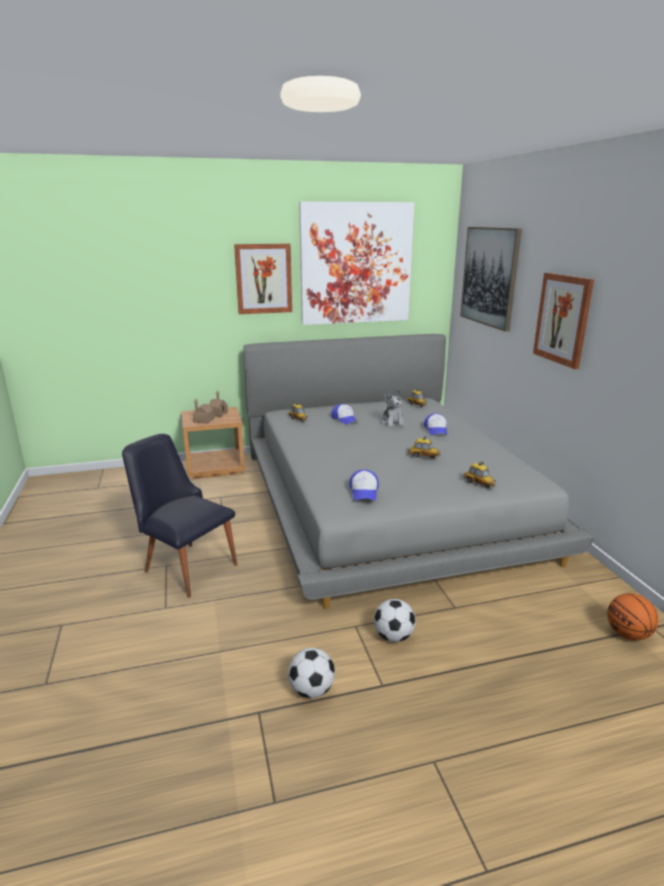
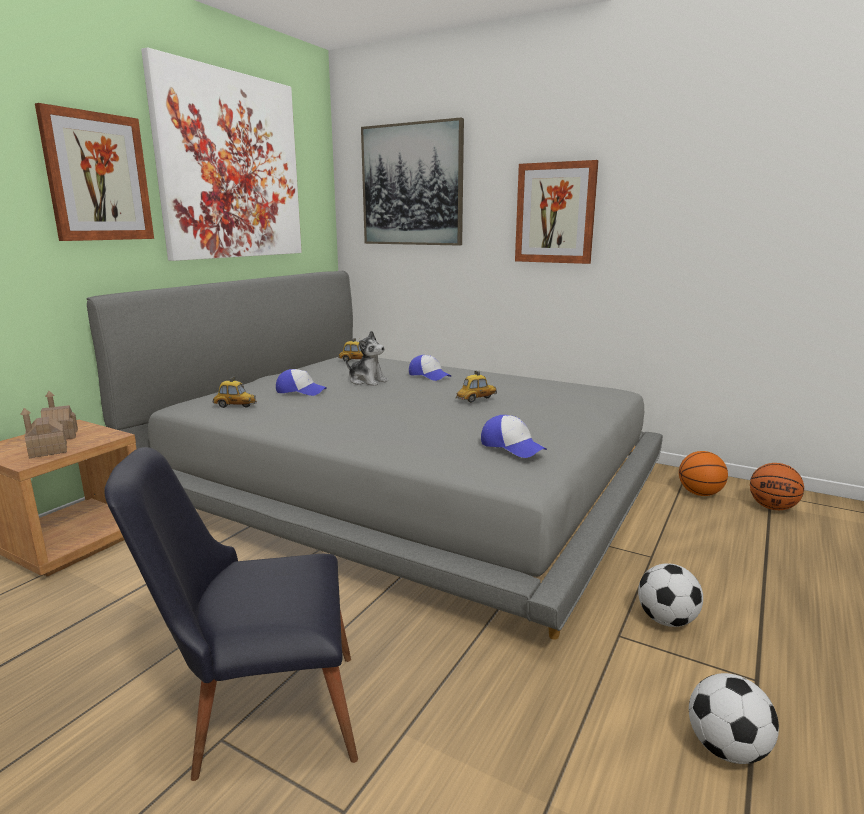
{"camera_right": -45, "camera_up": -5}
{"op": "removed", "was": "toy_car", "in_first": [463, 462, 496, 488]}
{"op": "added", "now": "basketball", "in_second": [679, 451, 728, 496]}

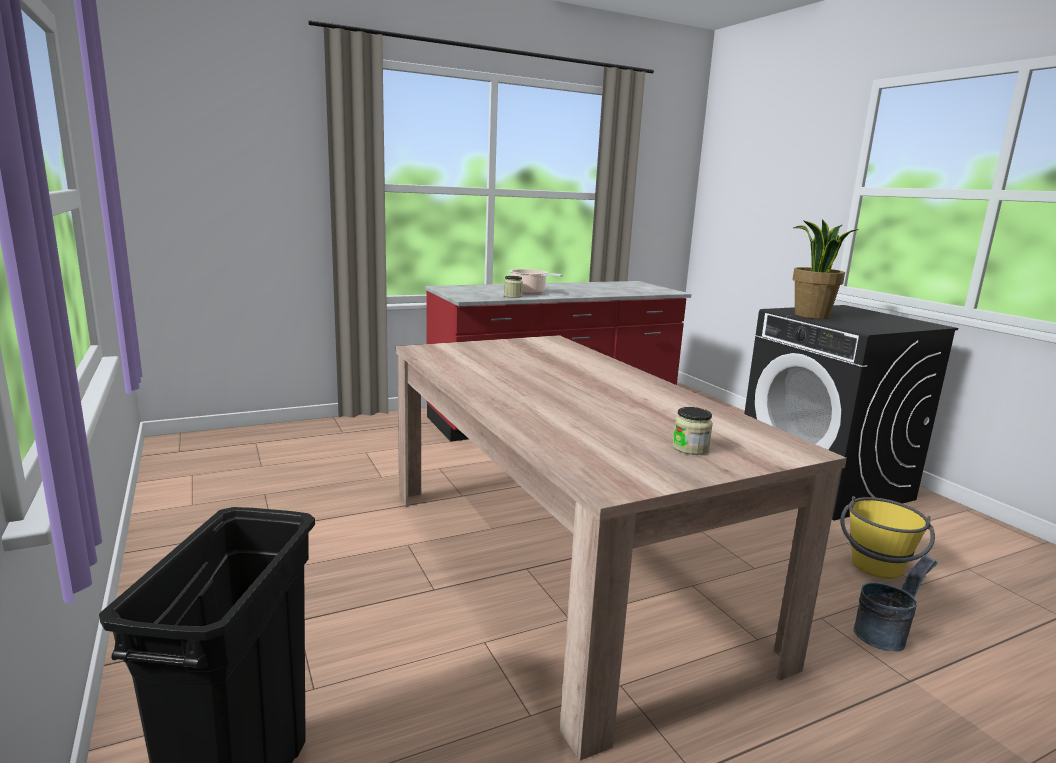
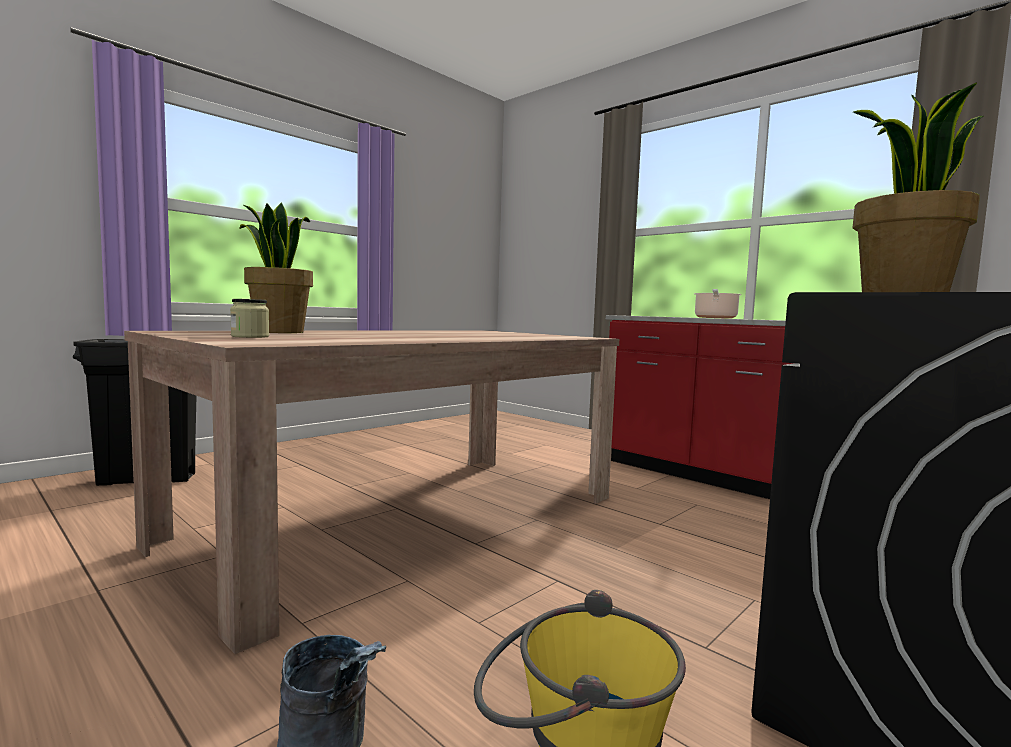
{"camera_right": 70, "camera_up": -10}
{"op": "removed", "was": "jar", "in_first": [504, 276, 523, 298]}
{"op": "added", "now": "potted_plant", "in_second": [239, 203, 313, 333]}

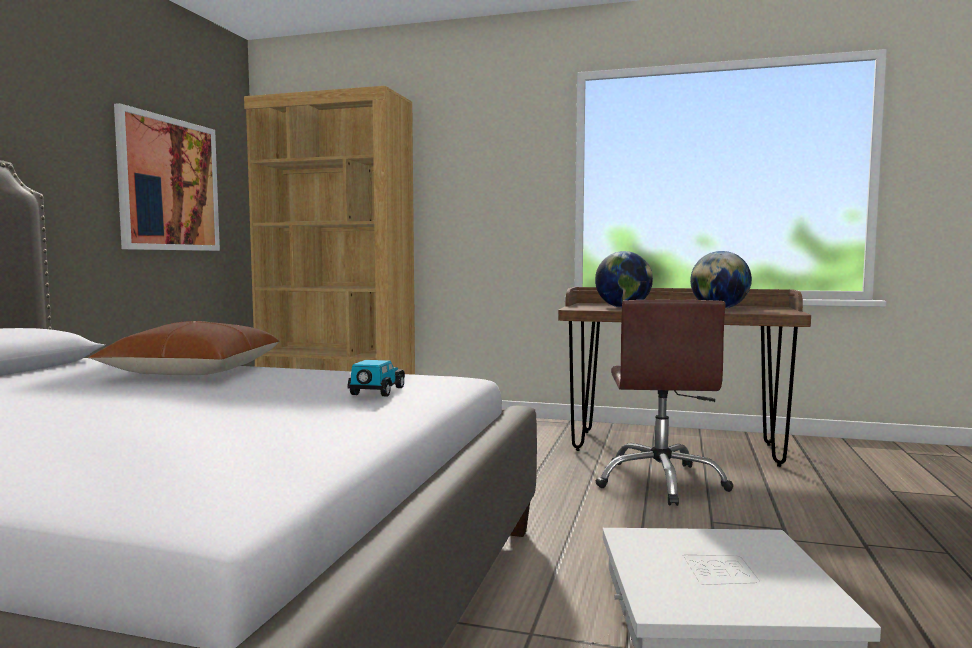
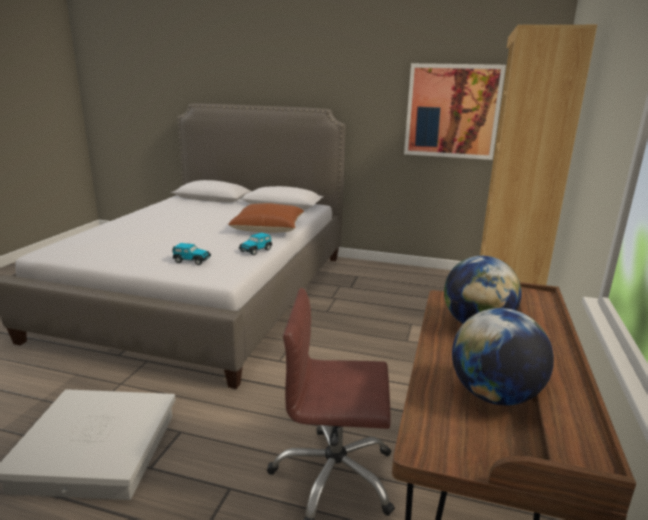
{"camera_right": 90, "camera_up": 15}
{"op": "added", "now": "toy_car", "in_second": [239, 233, 272, 255]}

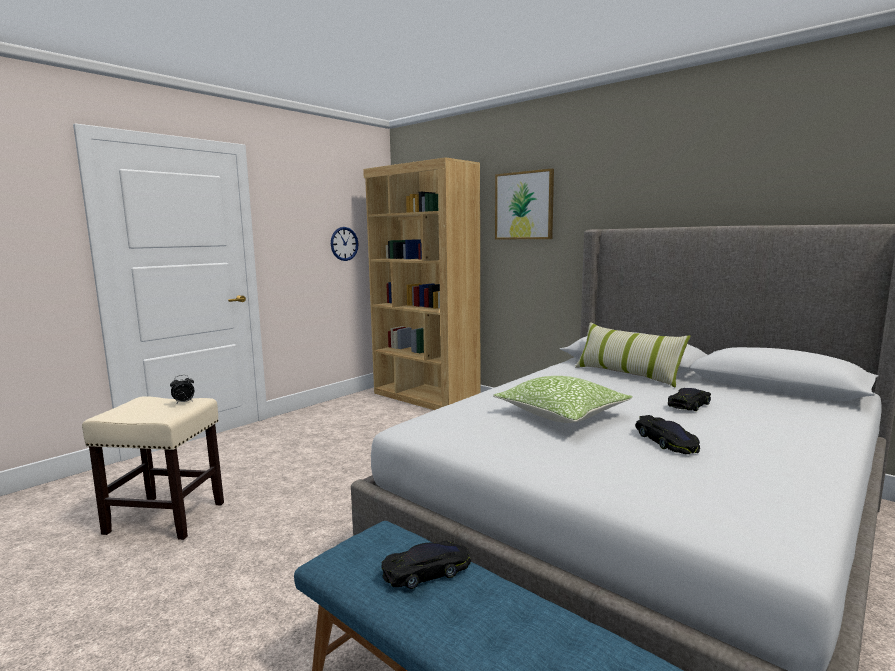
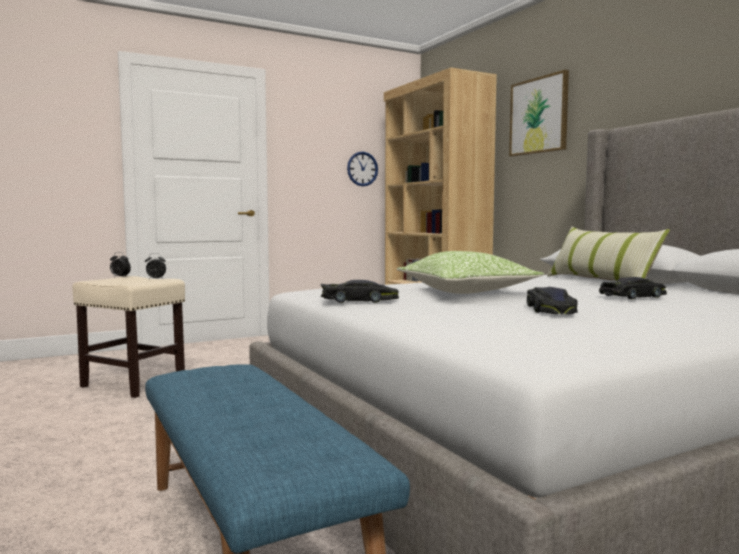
{"camera_right": 20, "camera_up": -5}
{"op": "moved", "was": "black_toy_car", "in_first": [381, 541, 471, 589], "in_second": [321, 280, 399, 303]}
{"op": "added", "now": "alarm_clock", "in_second": [110, 252, 131, 277]}

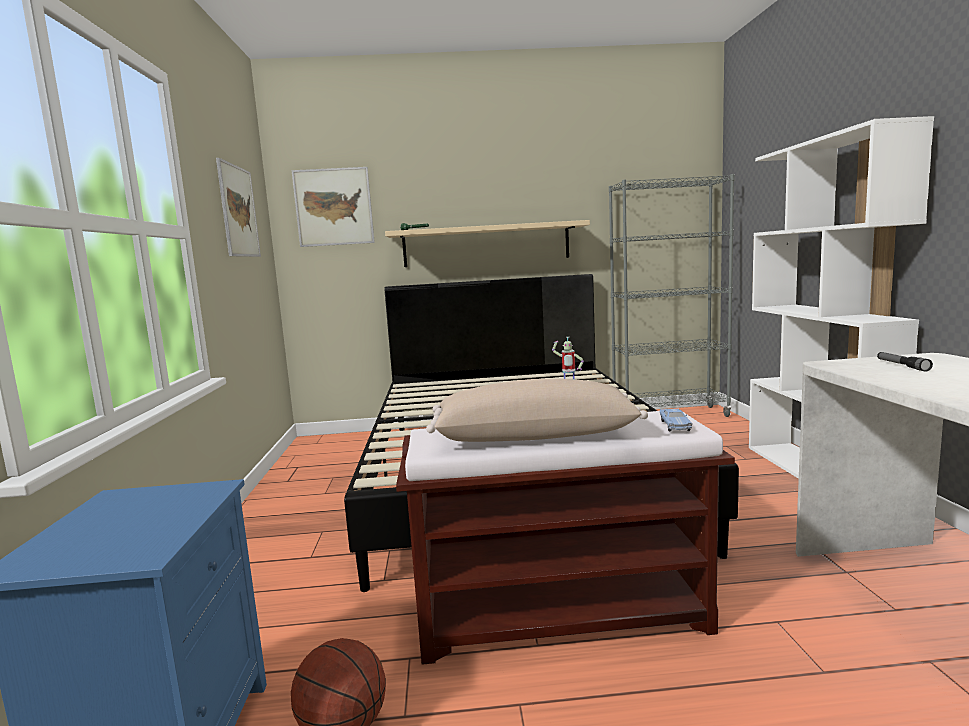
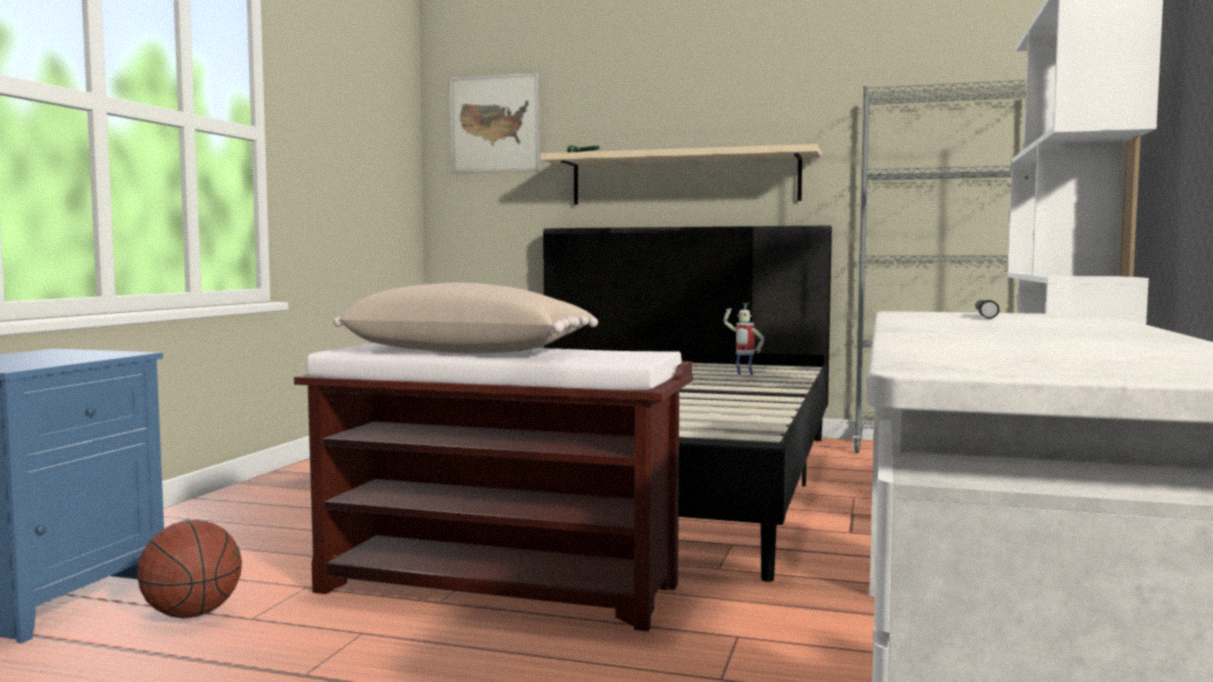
{"camera_right": 20, "camera_up": -5}
{"op": "removed", "was": "picture", "in_first": [216, 158, 261, 257]}
{"op": "removed", "was": "blue_toy_car", "in_first": [660, 409, 692, 431]}

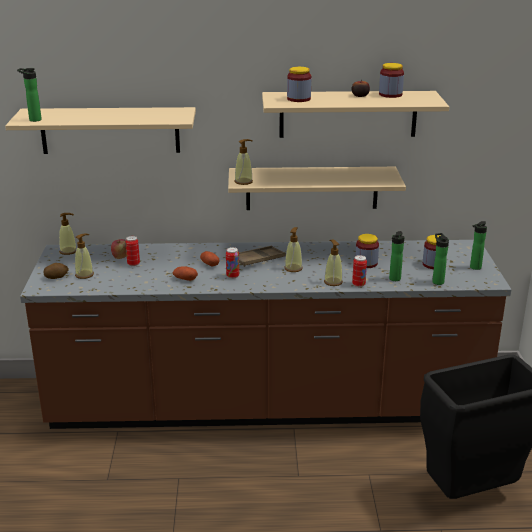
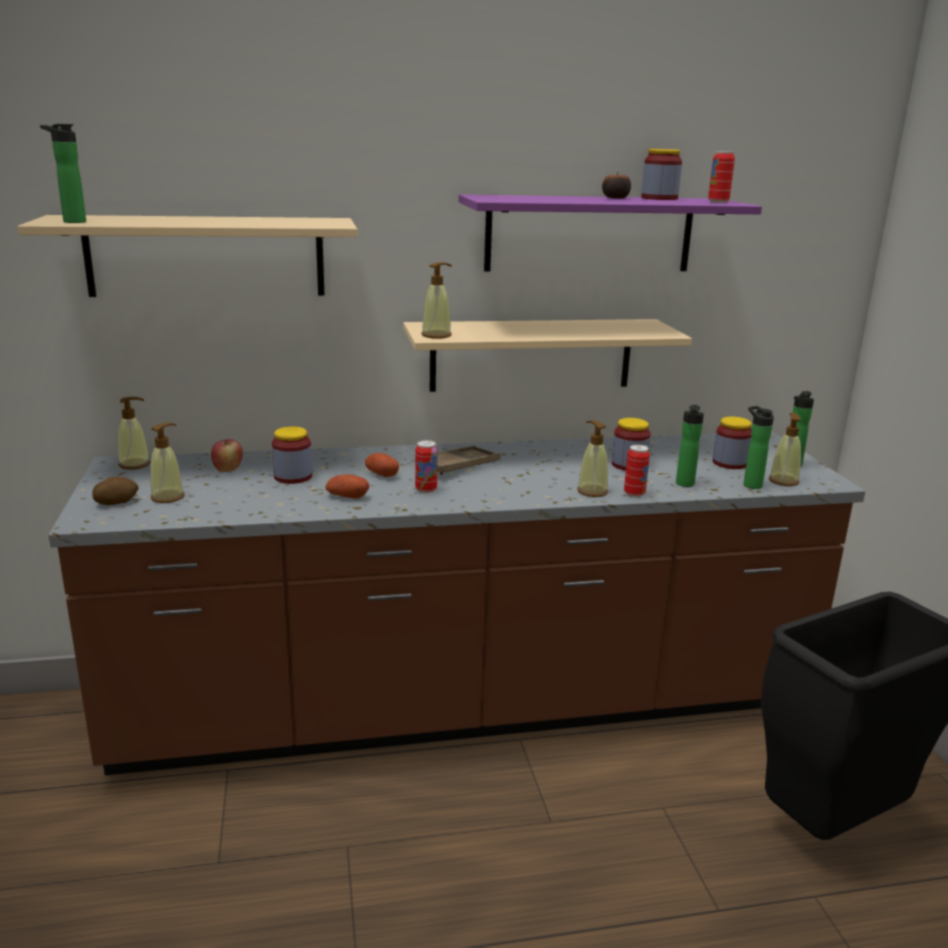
{"camera_right": -10, "camera_up": -5}
{"op": "moved", "was": "can", "in_first": [125, 236, 140, 266], "in_second": [708, 151, 735, 203]}
{"op": "recoloured", "was": "beige_shelf", "now": "purple_shelf", "in_first": [262, 91, 449, 138], "in_second": [459, 194, 762, 271]}
{"op": "moved", "was": "soap_dispenser", "in_first": [284, 227, 303, 272], "in_second": [769, 413, 801, 486]}
{"op": "moved", "was": "jar", "in_first": [287, 67, 311, 102], "in_second": [272, 427, 312, 484]}

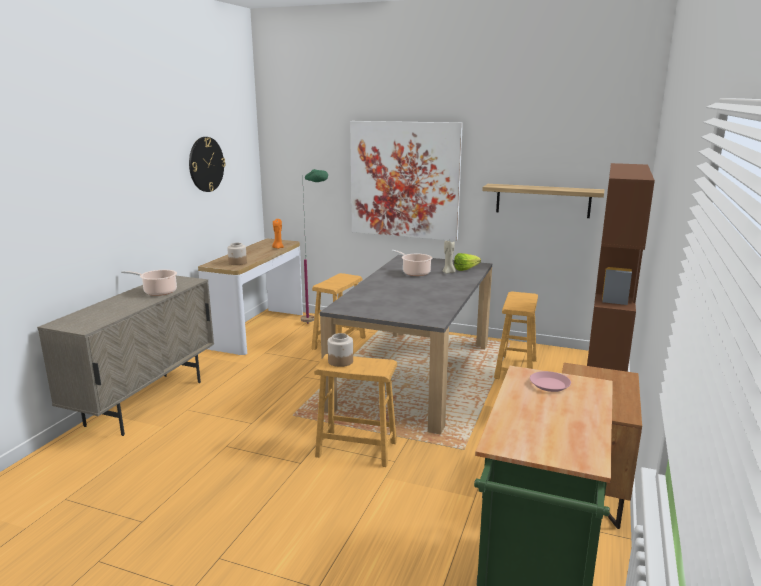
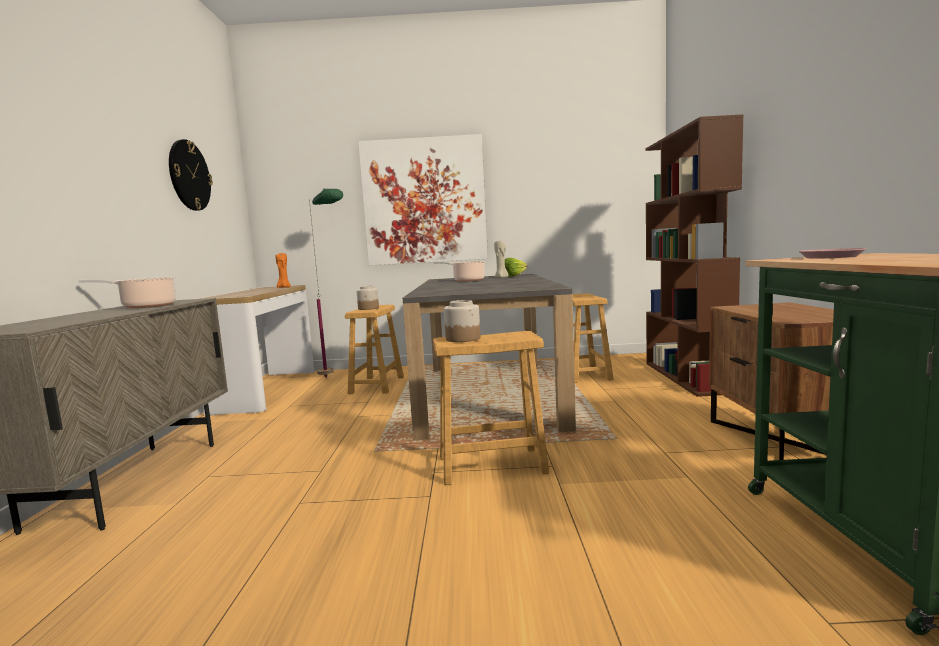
{"camera_right": -20, "camera_up": -10}
{"op": "moved", "was": "jar", "in_first": [227, 243, 247, 265], "in_second": [356, 286, 379, 310]}
{"op": "removed", "was": "shelf", "in_first": [482, 184, 605, 218]}

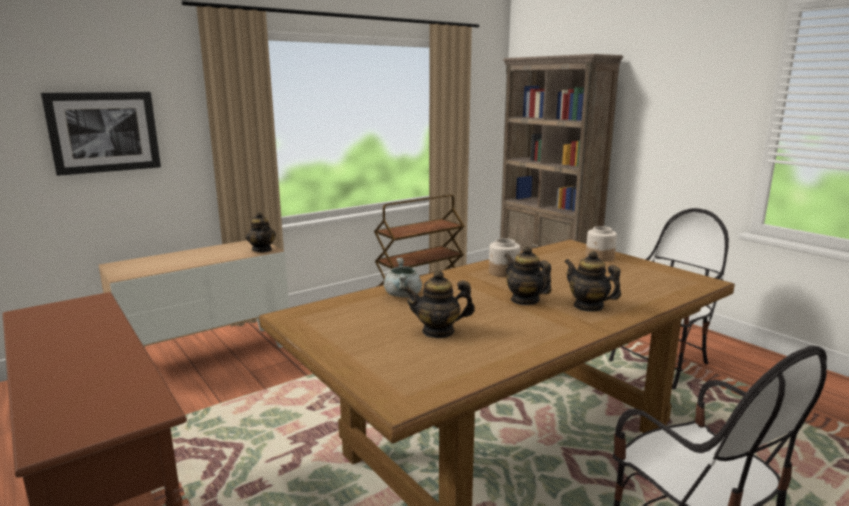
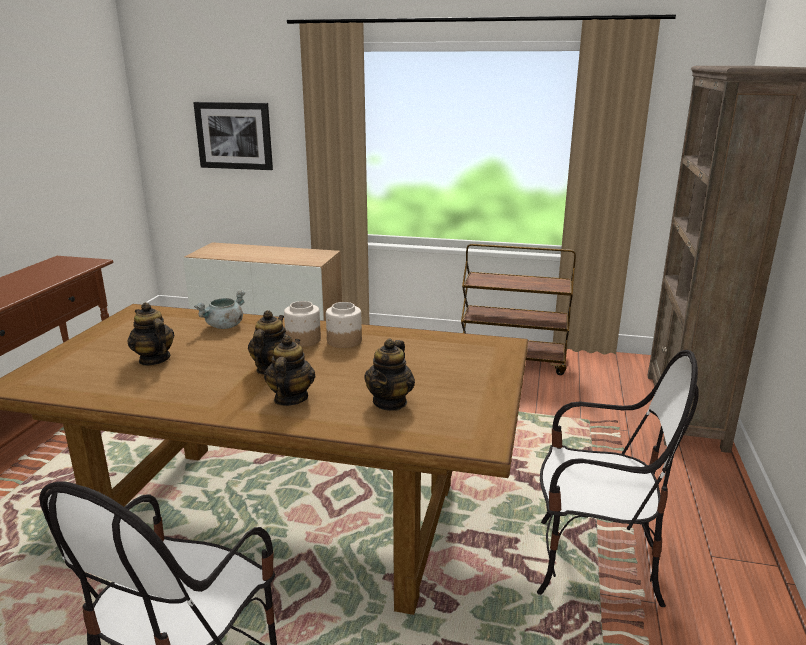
{"camera_right": 50, "camera_up": 5}
{"op": "moved", "was": "teapot", "in_first": [246, 212, 276, 252], "in_second": [364, 339, 415, 411]}
{"op": "moved", "was": "jar", "in_first": [586, 226, 617, 262], "in_second": [284, 301, 321, 347]}

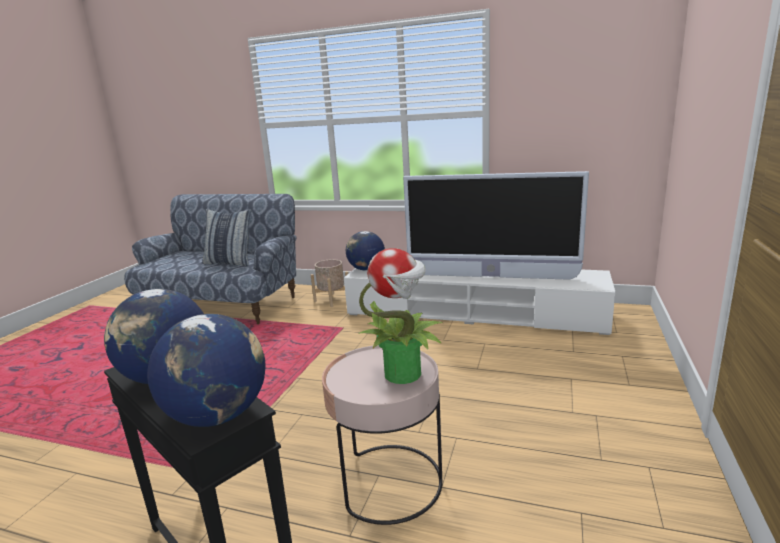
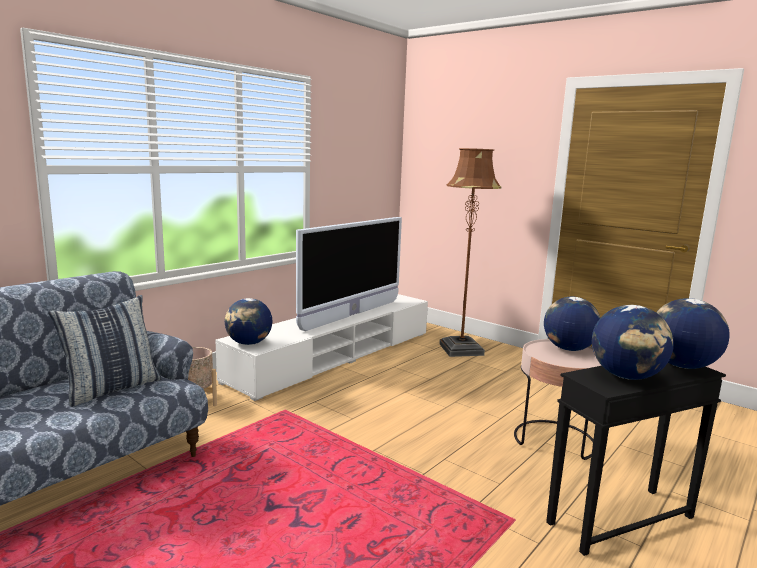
{"camera_right": -70, "camera_up": -5}
{"op": "replaced", "was": "potted_plant", "now": "globe", "in_first": [359, 248, 443, 384], "in_second": [544, 297, 600, 351]}
{"op": "added", "now": "brown_floor_lamp", "in_second": [439, 148, 501, 357]}

